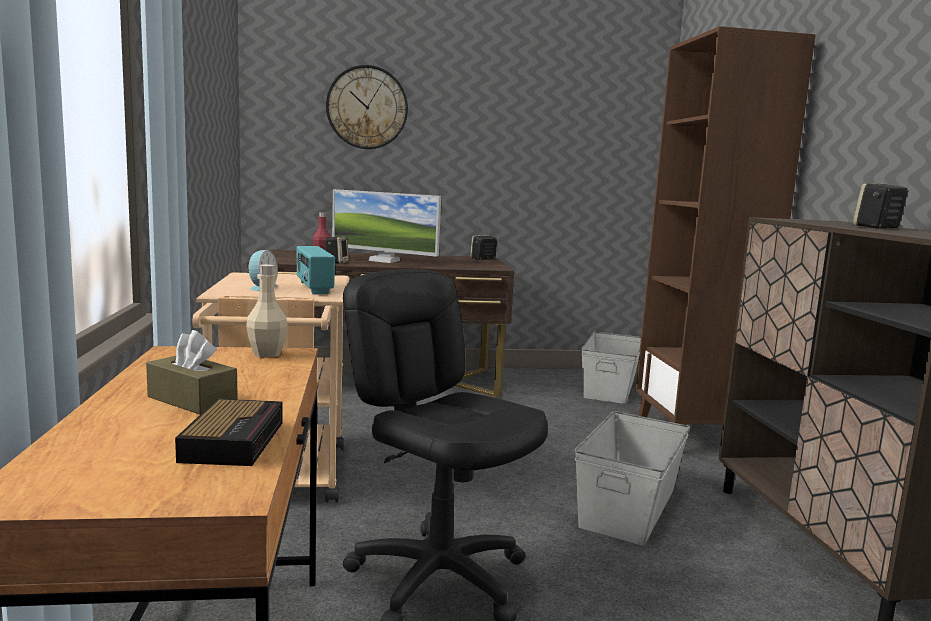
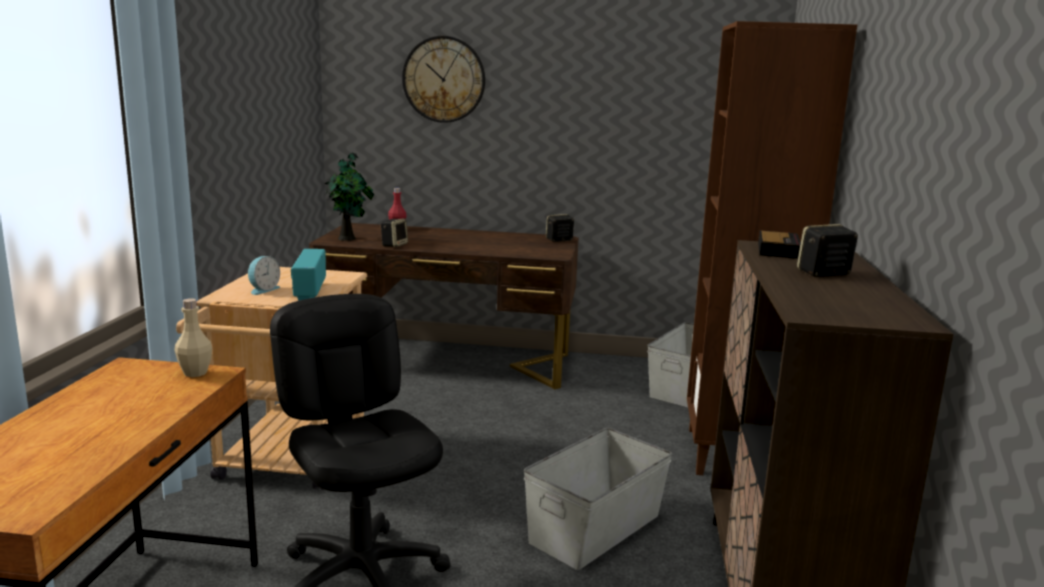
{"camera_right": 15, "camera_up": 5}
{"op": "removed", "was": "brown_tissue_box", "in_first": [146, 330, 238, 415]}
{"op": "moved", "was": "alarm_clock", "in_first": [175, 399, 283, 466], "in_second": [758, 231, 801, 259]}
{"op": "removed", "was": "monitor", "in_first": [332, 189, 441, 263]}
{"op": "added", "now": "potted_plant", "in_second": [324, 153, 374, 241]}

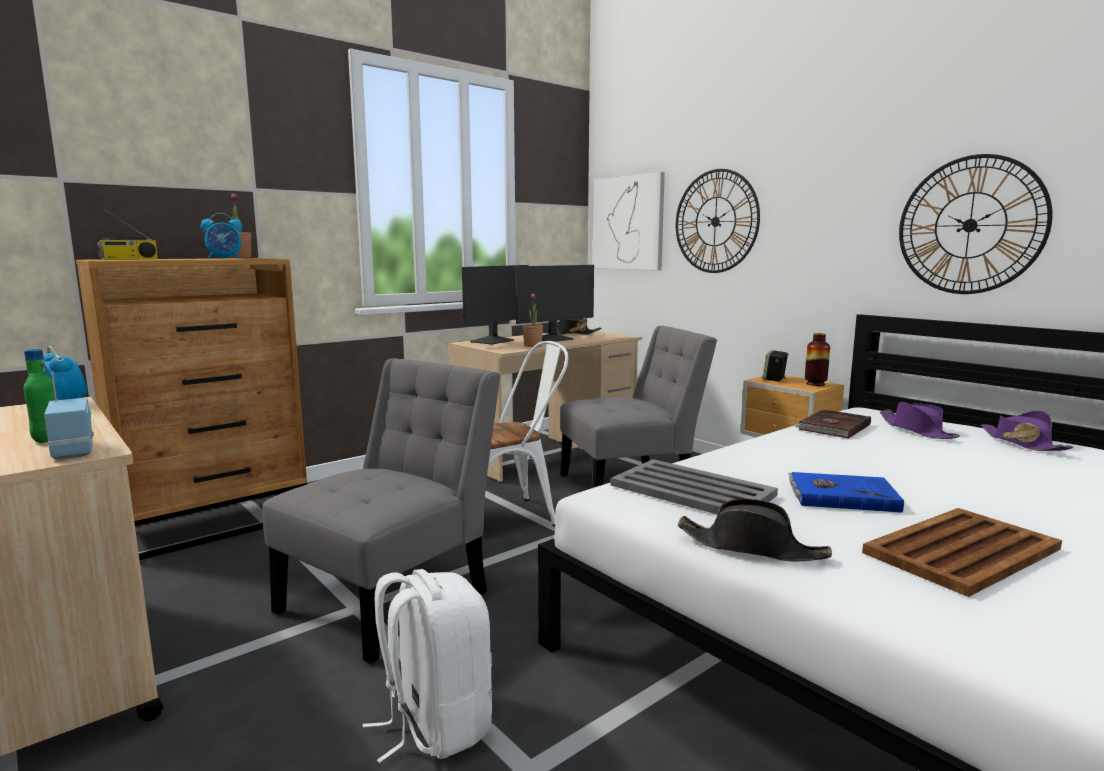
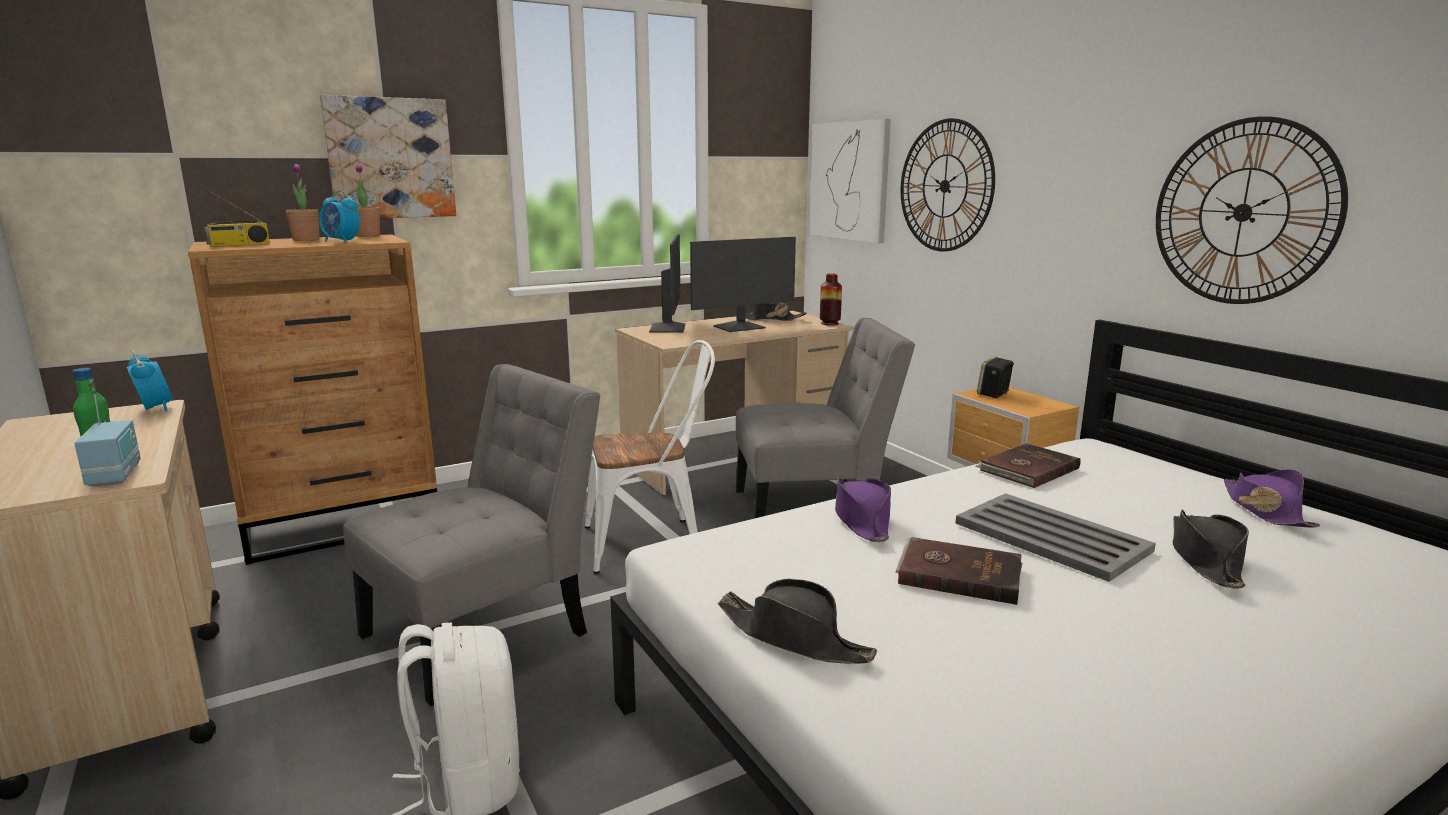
{"camera_right": 10, "camera_up": 5}
{"op": "turned", "was": "alarm_clock", "in_first": [201, 213, 243, 259], "in_second": [319, 190, 360, 243], "clockwise": 45}
{"op": "turned", "was": "monitor", "in_first": [462, 265, 529, 345], "in_second": [649, 234, 685, 333], "clockwise": -45}
{"op": "moved", "was": "potted_plant", "in_first": [522, 294, 543, 347], "in_second": [286, 164, 320, 241]}
{"op": "moved", "was": "grey_tray", "in_first": [611, 459, 778, 514], "in_second": [955, 493, 1156, 582]}
{"op": "recoloured", "was": "blue_book", "now": "brown_book", "in_first": [788, 472, 904, 513], "in_second": [895, 537, 1023, 605]}
{"op": "moved", "was": "vase", "in_first": [805, 333, 830, 386], "in_second": [820, 273, 842, 326]}
{"op": "removed", "was": "brown_tray", "in_first": [862, 508, 1062, 597]}
{"op": "moved", "was": "purple_hat", "in_first": [880, 402, 960, 439], "in_second": [835, 477, 891, 542]}
{"op": "added", "now": "picture", "in_second": [320, 95, 456, 218]}
{"op": "added", "now": "black_hat", "in_second": [1172, 510, 1249, 588]}

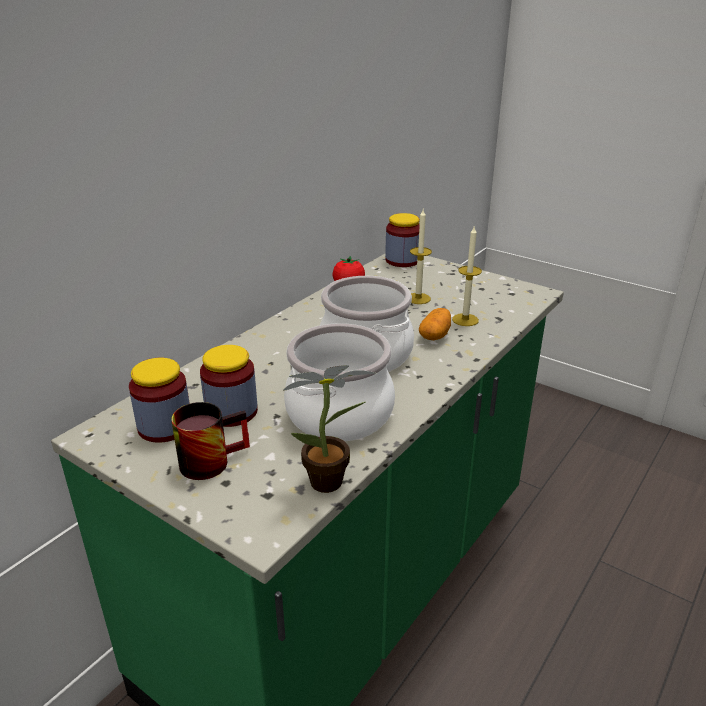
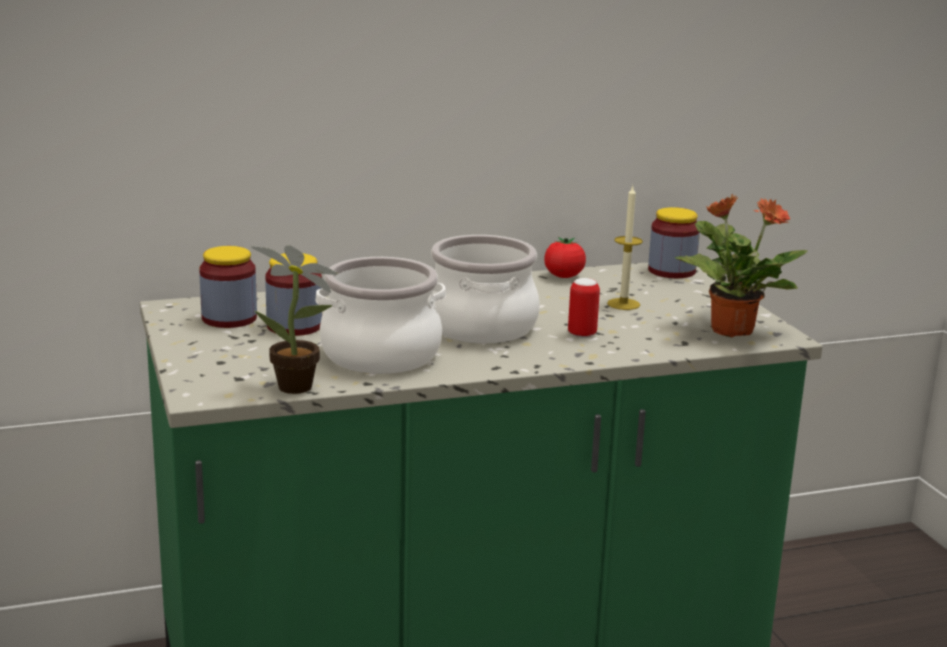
{"camera_right": 35, "camera_up": -10}
{"op": "removed", "was": "mug", "in_first": [171, 402, 250, 480]}
{"op": "replaced", "was": "potato", "now": "can", "in_first": [419, 308, 451, 340], "in_second": [568, 278, 600, 338]}
{"op": "removed", "was": "candle", "in_first": [452, 227, 482, 326]}
{"op": "added", "now": "potted_plant", "in_second": [675, 194, 808, 337]}

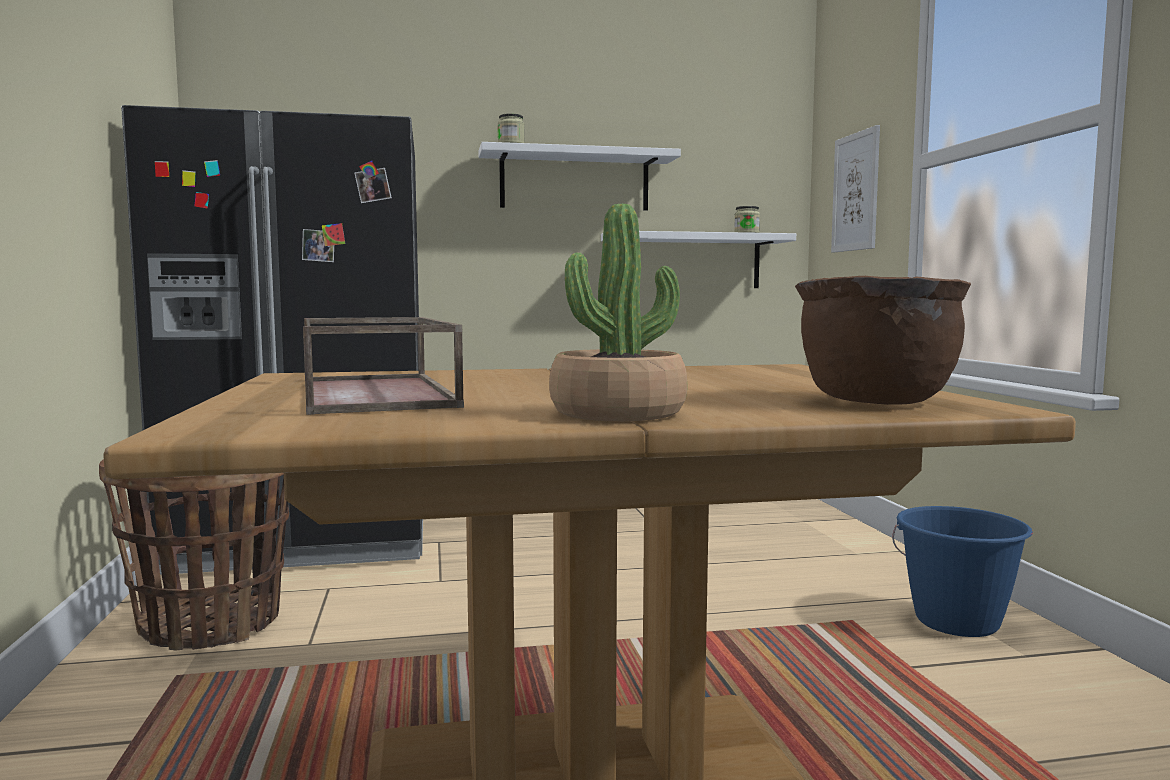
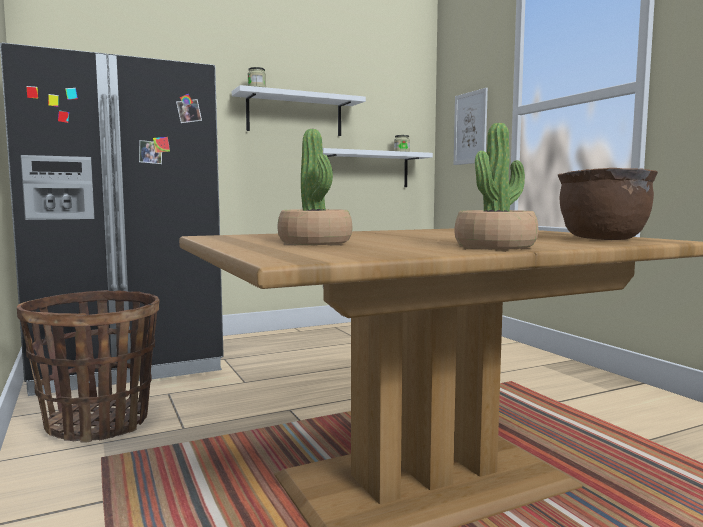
{"camera_right": -15, "camera_up": 0}
{"op": "replaced", "was": "brown_tray", "now": "potted_plant", "in_first": [303, 317, 464, 415], "in_second": [278, 129, 352, 245]}
{"op": "removed", "was": "blue_bucket", "in_first": [892, 506, 1033, 637]}

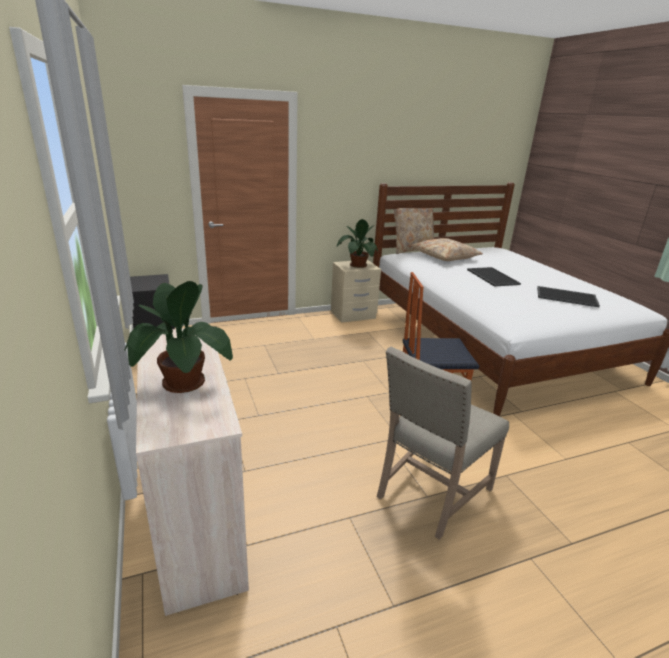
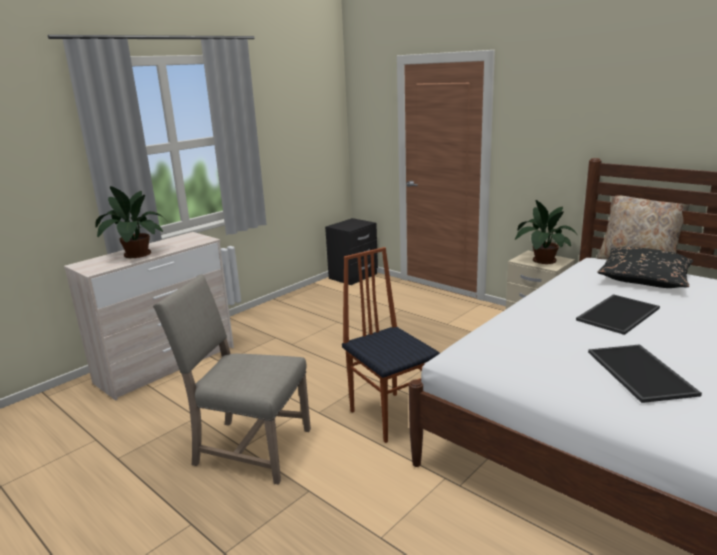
{"camera_right": 65, "camera_up": -5}
{"op": "recoloured", "was": "beige_pillow", "now": "black_pillow", "in_first": [411, 238, 483, 261], "in_second": [597, 247, 693, 288]}

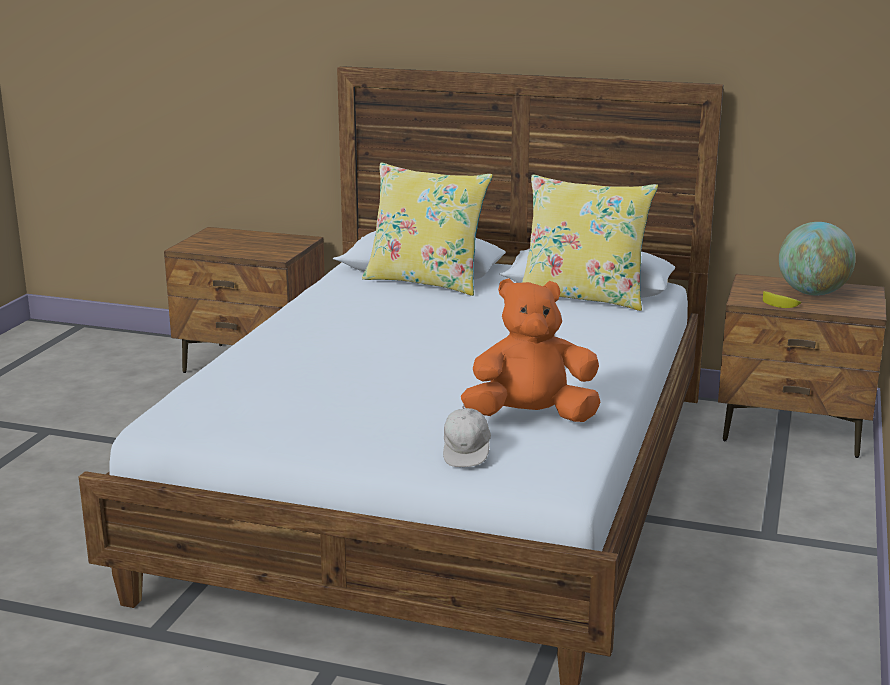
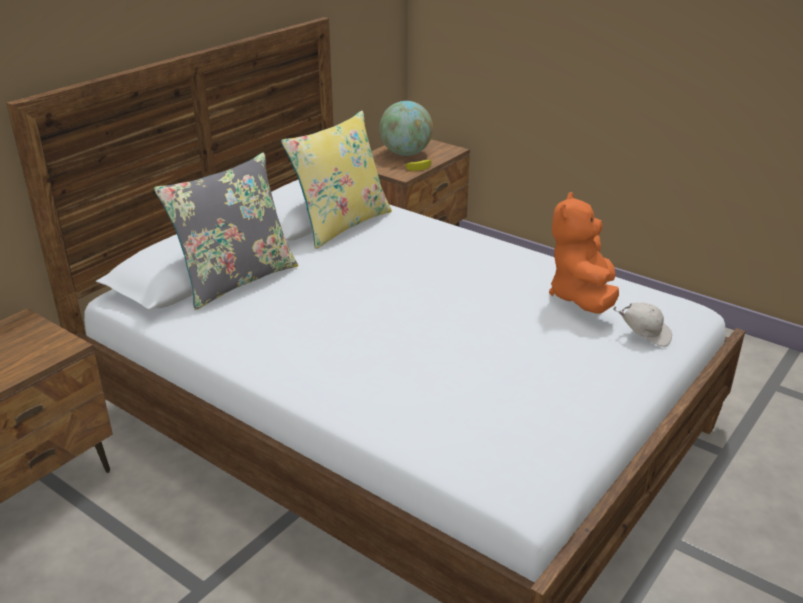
{"camera_right": -70, "camera_up": 10}
{"op": "recoloured", "was": "yellow_pillow", "now": "grey_pillow", "in_first": [362, 163, 493, 296], "in_second": [154, 152, 298, 310]}

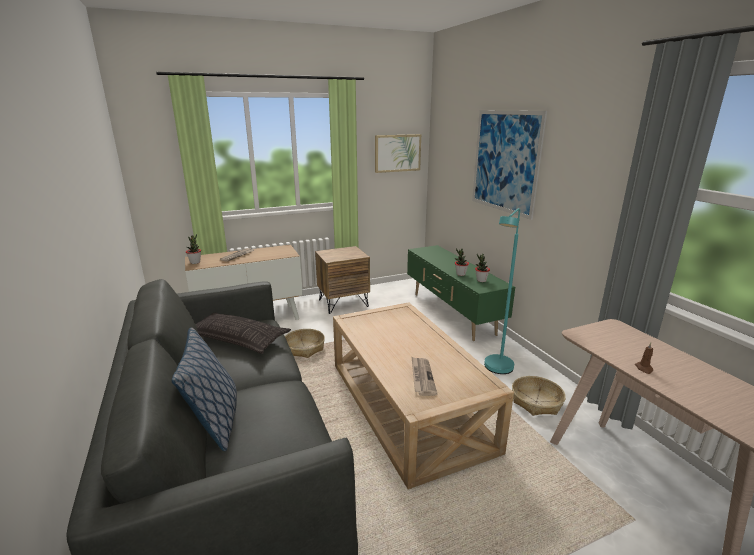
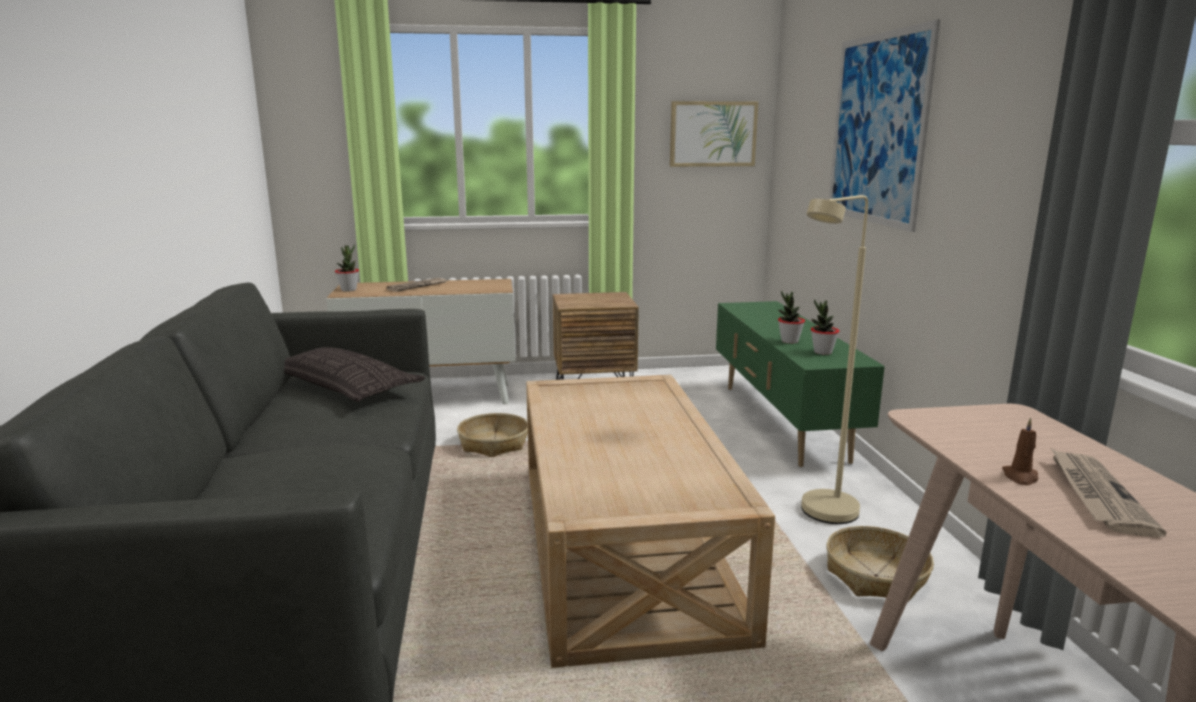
{"camera_right": 15, "camera_up": -5}
{"op": "removed", "was": "pillow", "in_first": [172, 328, 237, 451]}
{"op": "moved", "was": "newspaper", "in_first": [412, 357, 437, 396], "in_second": [1050, 447, 1167, 537]}
{"op": "recoloured", "was": "turquoise_floor_lamp", "now": "beige_floor_lamp", "in_first": [484, 208, 520, 374], "in_second": [801, 195, 868, 524]}

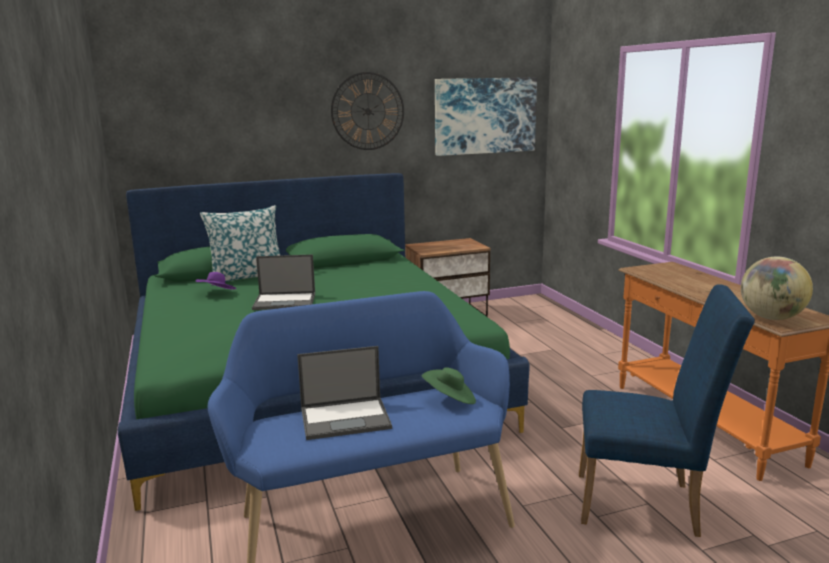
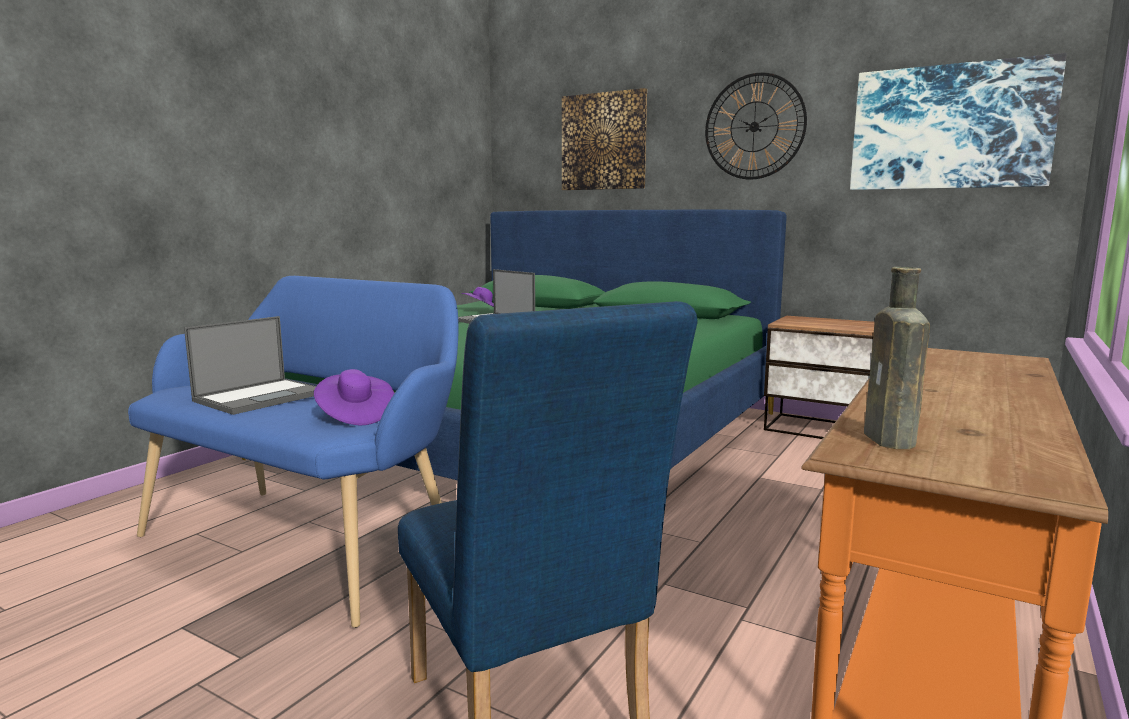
{"camera_right": 50, "camera_up": -5}
{"op": "removed", "was": "pillow", "in_first": [200, 205, 280, 286]}
{"op": "turned", "was": "laptop", "in_first": [297, 346, 392, 440], "in_second": [184, 316, 316, 415], "clockwise": -90}
{"op": "recoloured", "was": "green_hat", "now": "purple_hat", "in_first": [422, 367, 476, 404], "in_second": [314, 369, 394, 425]}
{"op": "replaced", "was": "globe", "now": "brown_bottle", "in_first": [741, 257, 813, 320], "in_second": [864, 267, 930, 449]}
{"op": "added", "now": "picture", "in_second": [562, 88, 647, 190]}

